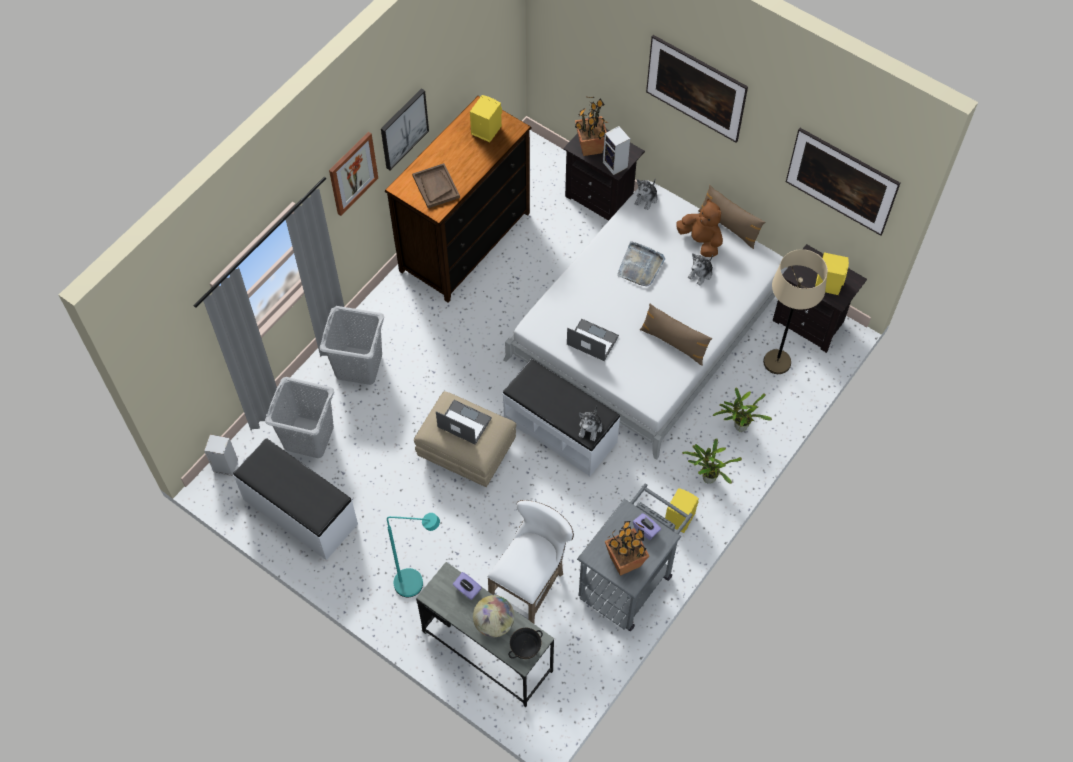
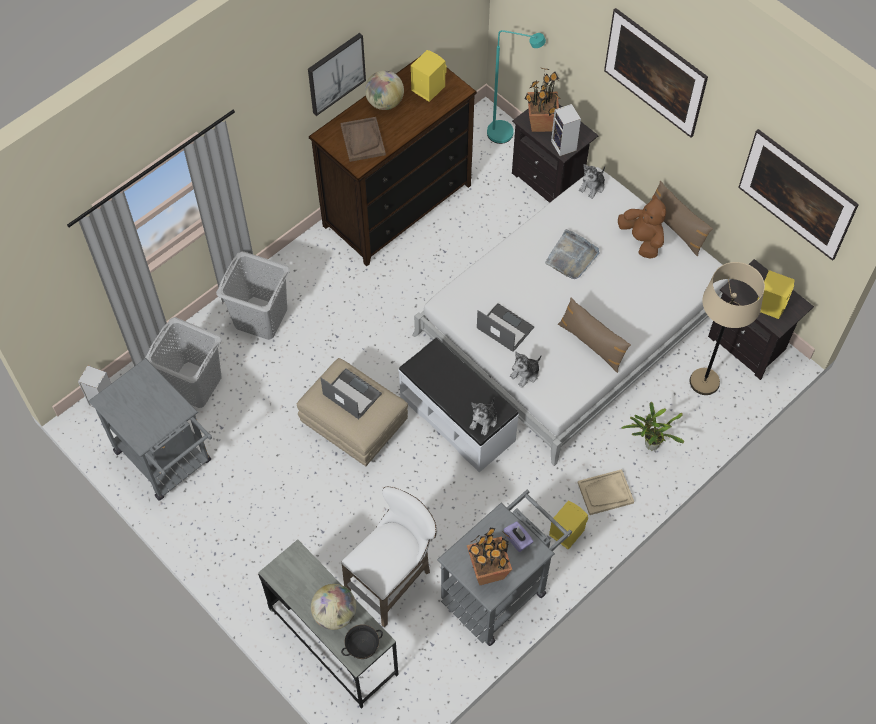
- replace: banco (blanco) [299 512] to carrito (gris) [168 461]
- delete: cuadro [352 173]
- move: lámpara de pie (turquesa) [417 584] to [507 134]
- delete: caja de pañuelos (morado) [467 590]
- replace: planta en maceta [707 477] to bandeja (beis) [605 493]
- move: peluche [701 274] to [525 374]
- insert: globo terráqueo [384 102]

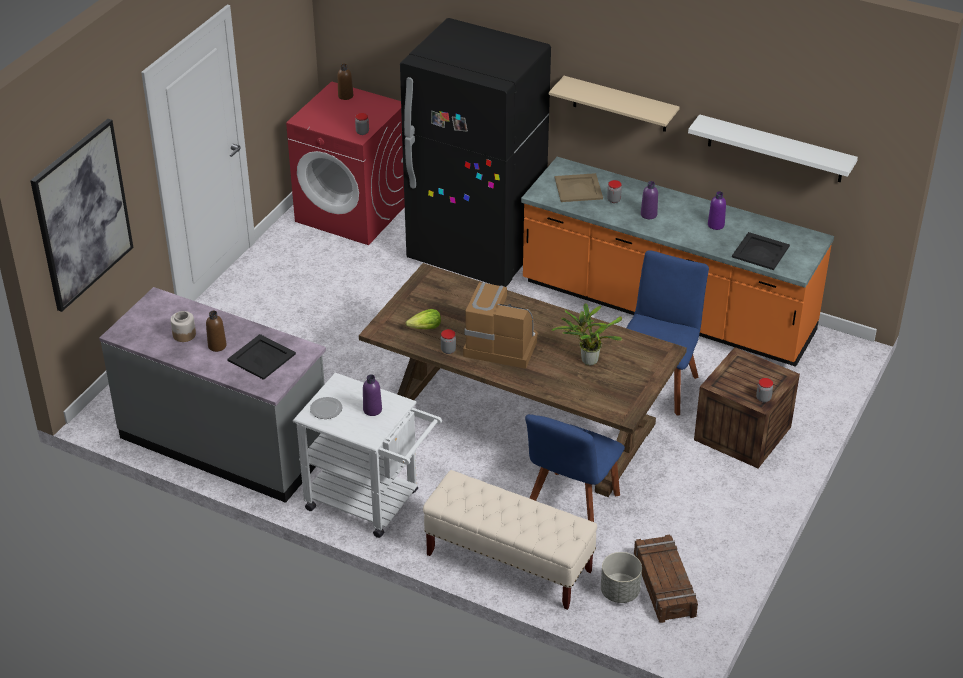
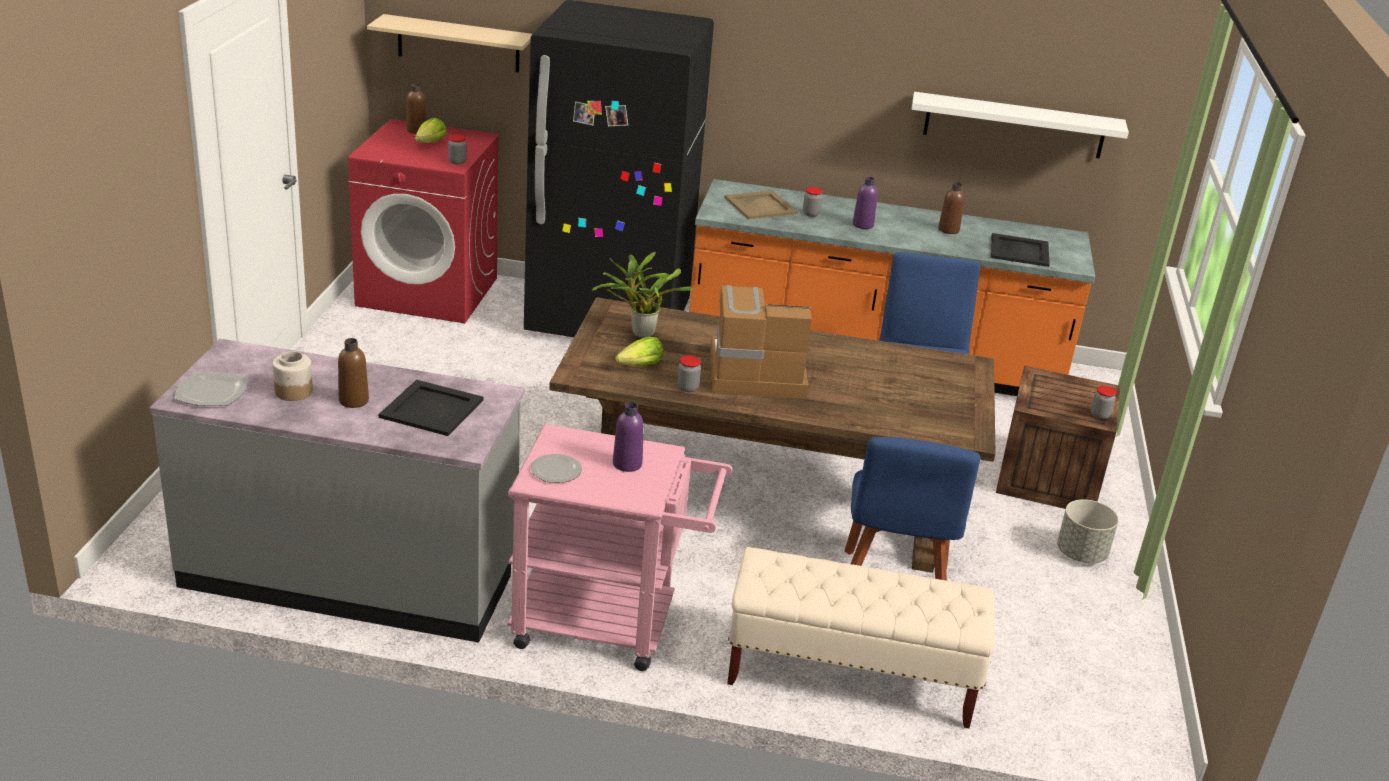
- delete: cuadro [82 214]
- recolor: carrito (blanco) [371 503] to carrito (rosa) [609 625]
- move: estante (beis) [620 104] to [458 44]
- move: planta en maceta [587 360] to [639 333]
- move: maceta (gris) [620 592] to [1081 554]
- delete: caja de embalaje [663 585]
- recolor: botella (morado) [716 225] to botella (marrón) [948 230]
- insert: plato [211 392]
- insert: lechuga [430 143]

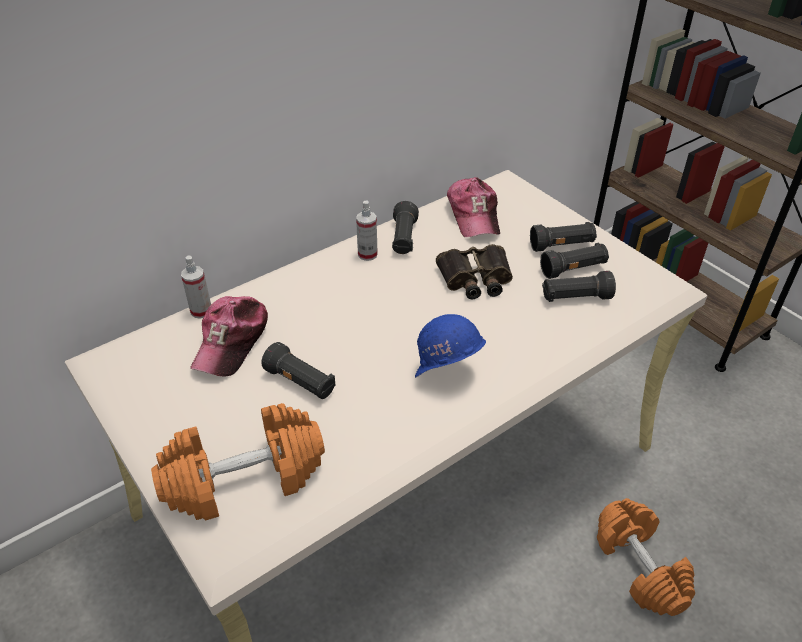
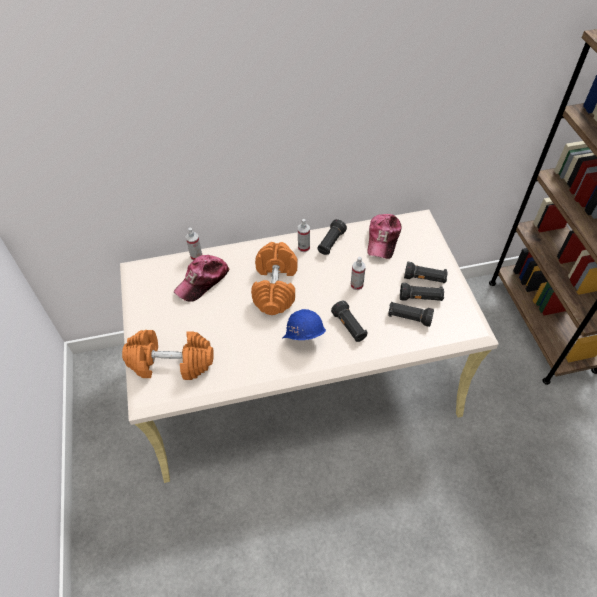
- move: linterna (negro) [301 383] to [349 327]
- replace: prismáticos [475 279] to pulverizador [356 285]
- move: mancuerna (naranja) [640 567] to [275 287]

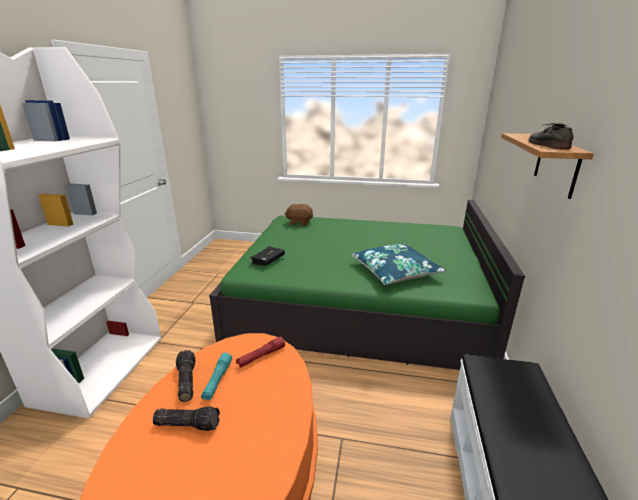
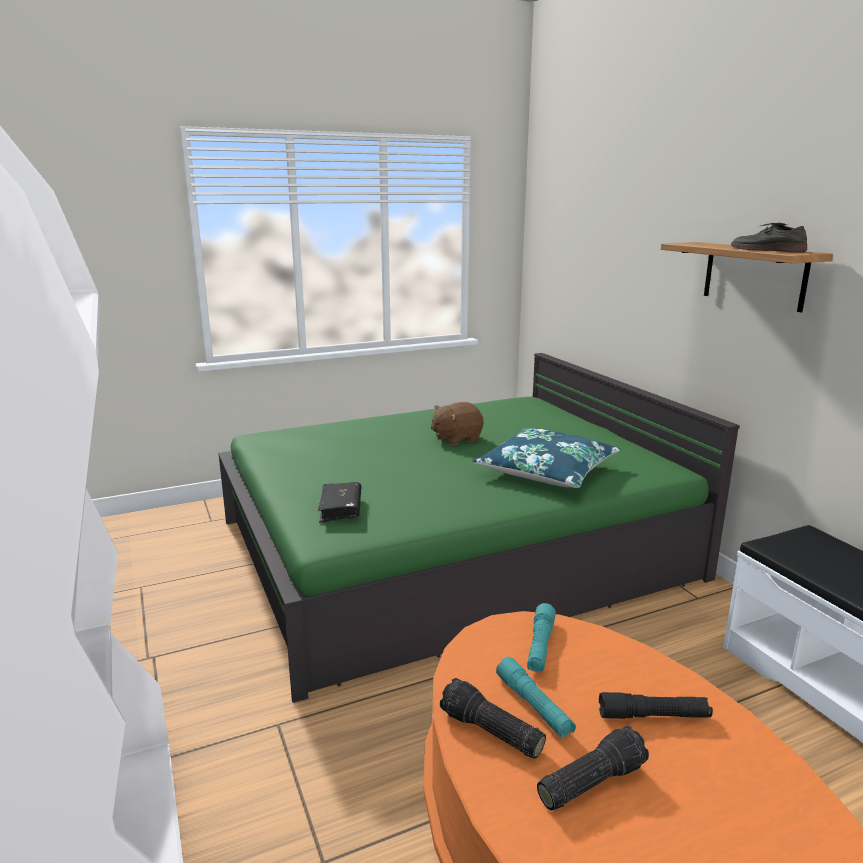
- recolor: linterna (rojo) [261 356] to linterna (turquesa) [540 646]
- move: peluche (marrón) [299 222] to [456 439]
- insert: linterna (negro) [653 716]

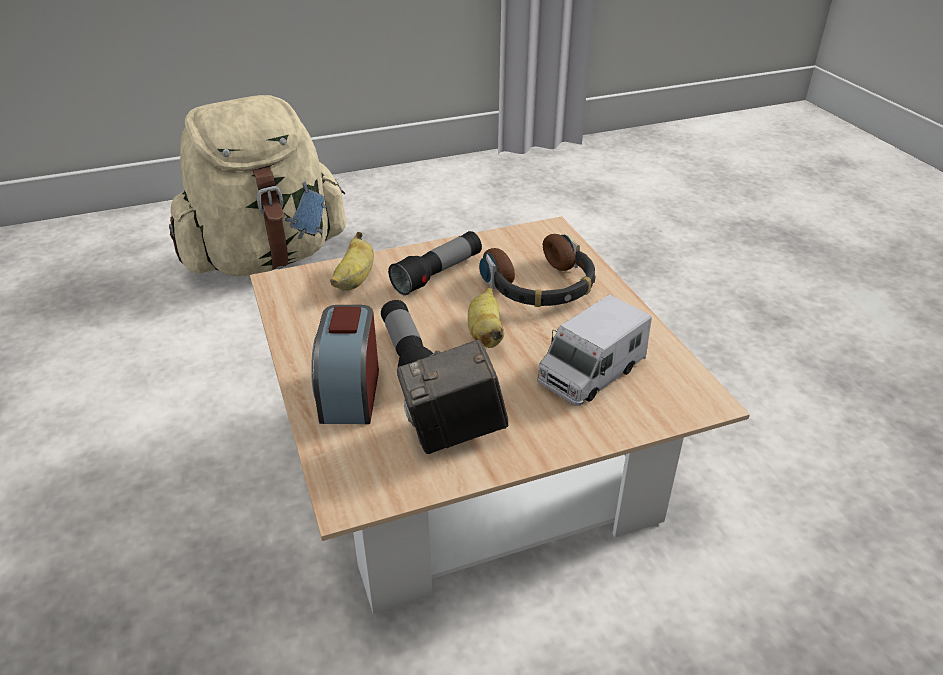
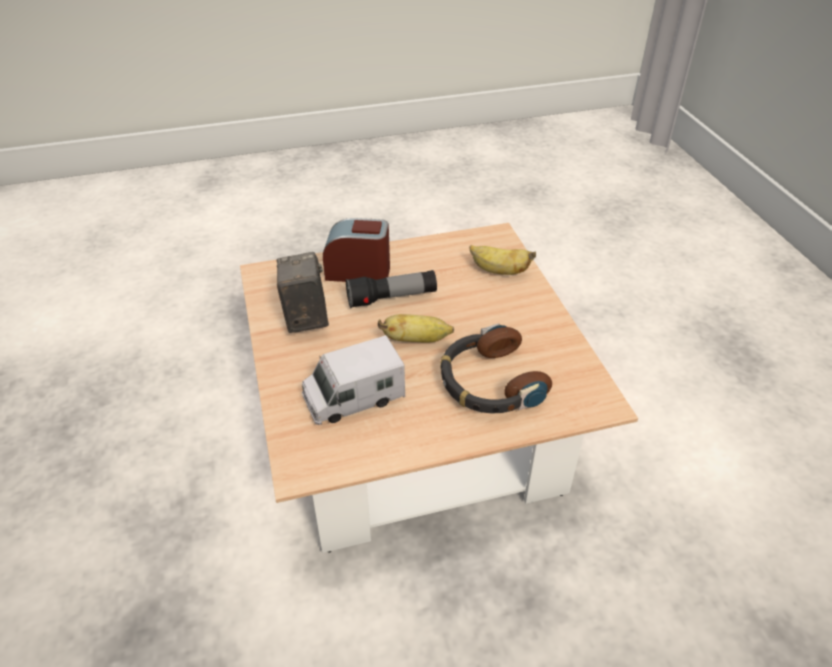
- delete: mochila (beis) [267 258]
- delete: linterna [438 274]
- rotate: camión de juguete [590 373] = [353 398] 75 degrees counterclockwise

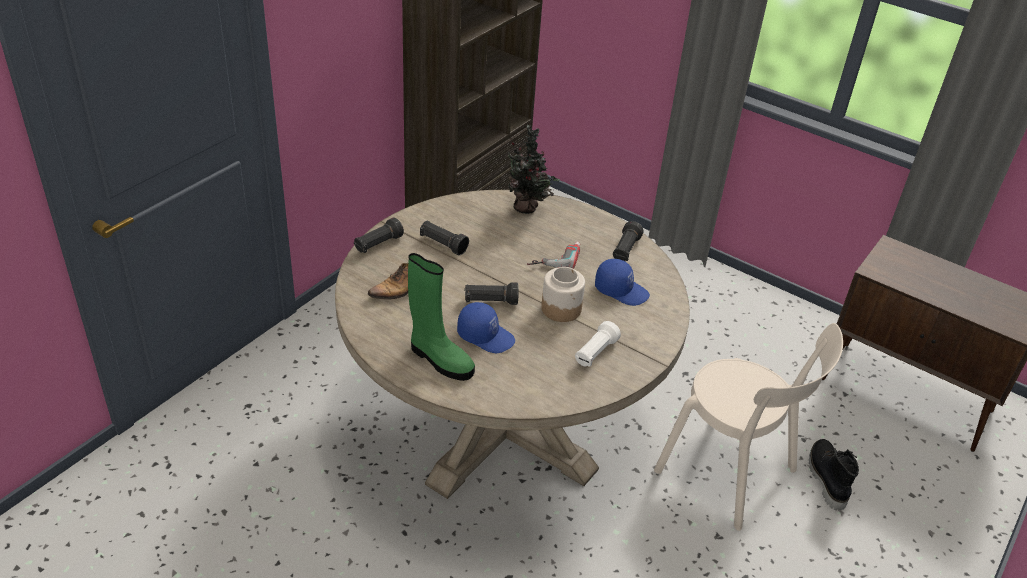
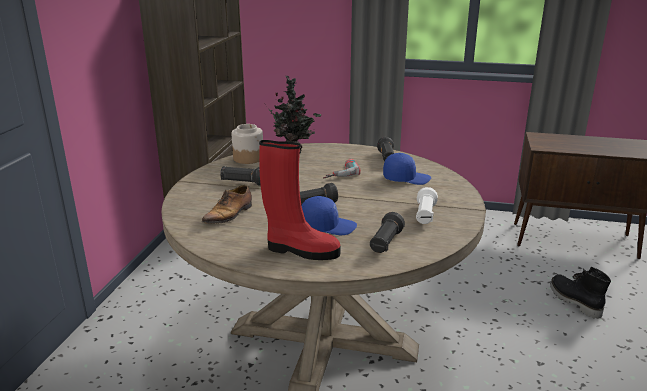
- move: linterna (negro) [378 244] to [385 243]
- recolor: bota (verde) [439 359] to bota (rojo) [301 250]
- move: tarro [561 308] to [248 158]
- delete: silla (beis) [731 474]

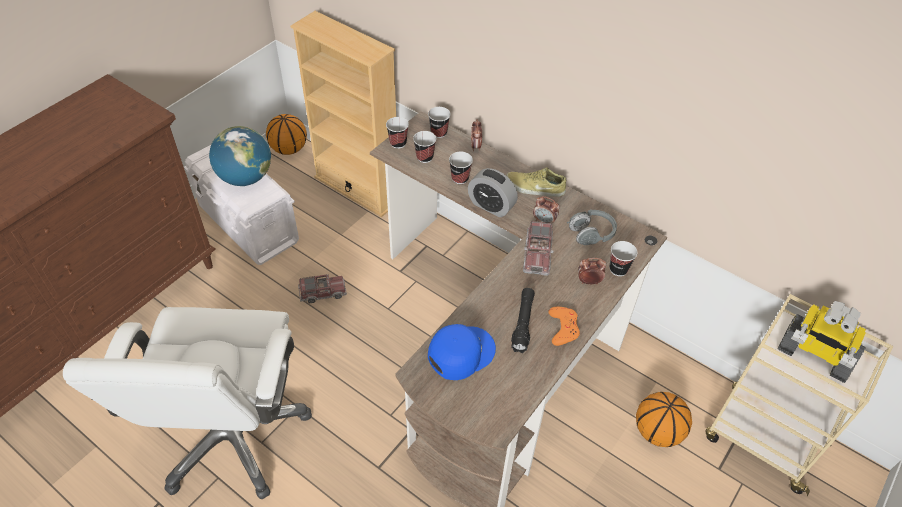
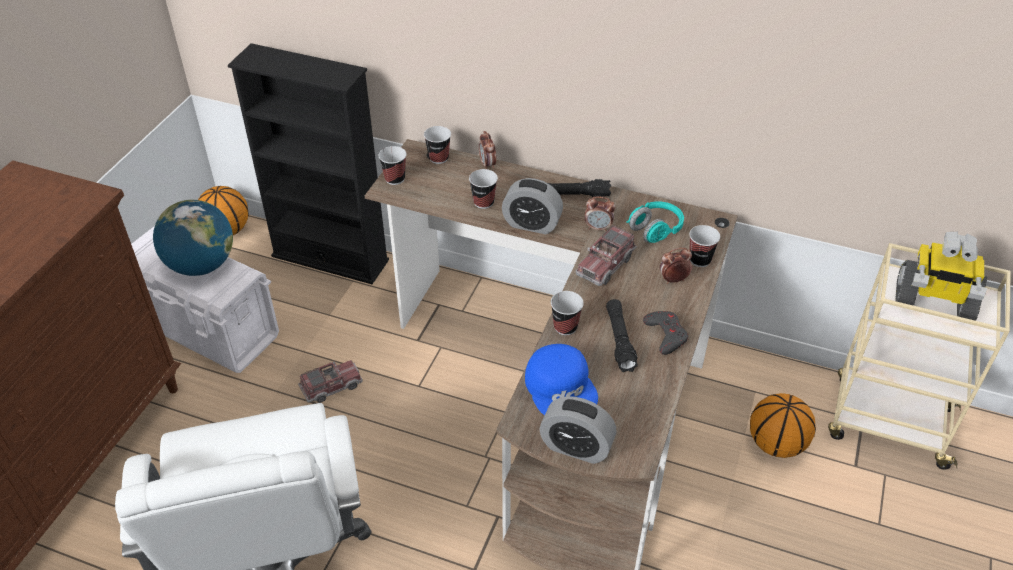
- recolor: estantería (beis) [357 188] to estantería (negro) [330 258]
- move: taza [424 157] to [565 327]
- rotate: gorra (azul) [460 352] = [562 388] 120 degrees clockwise
- replace: zapato (beis) [534 188] to linterna (negro) [573 195]
- rotate: camión de juguete [537 255] = [605 265] 45 degrees clockwise
- recolor: mando de consola (naranja) [563 328] to mando de consola (gris) [666 334]
- recolor: auriculares (gris) [591 234] to auriculares (turquesa) [655 230]
- insert: despertador [576 447]

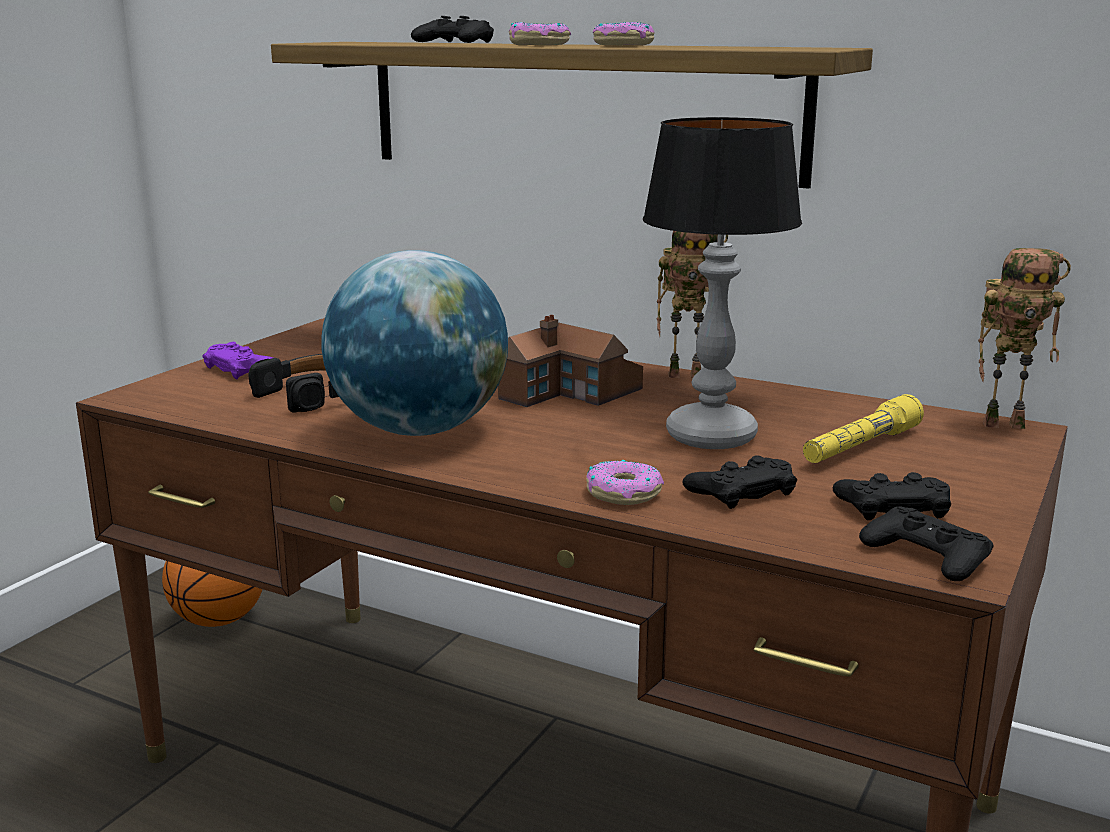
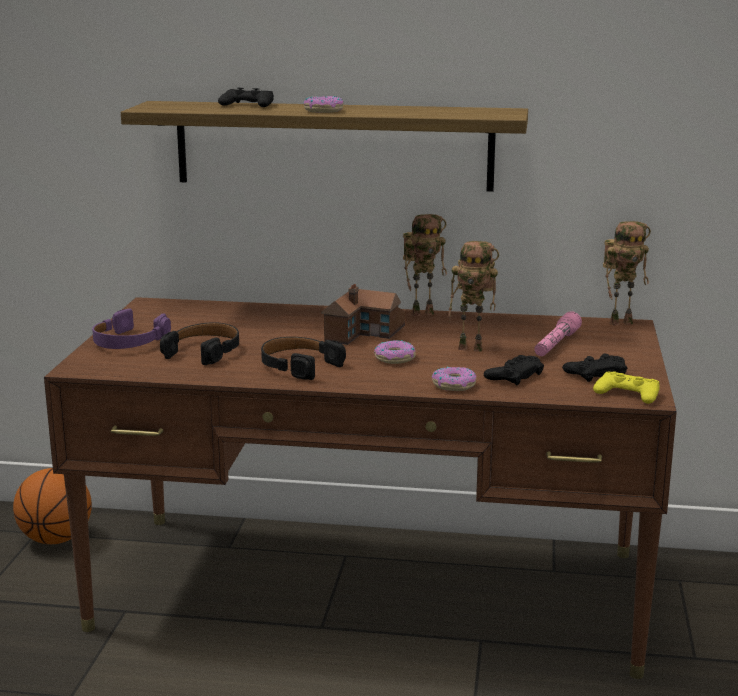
- replace: mando de consola (morado) [242 369] to auriculares (morado) [128 341]
- replace: globo terráqueo [420 430] to auriculares (negro) [299 366]
- move: rosquilla [623 45] to [395 358]
- replace: lámpara de mesa [713 436] to robot de juguete [472 348]
- recolor: linterna (amarillo) [860 447] to linterna (rosa) [556 344]
- recolor: mando de consola (negro) [926 555] to mando de consola (amarillo) [628 394]

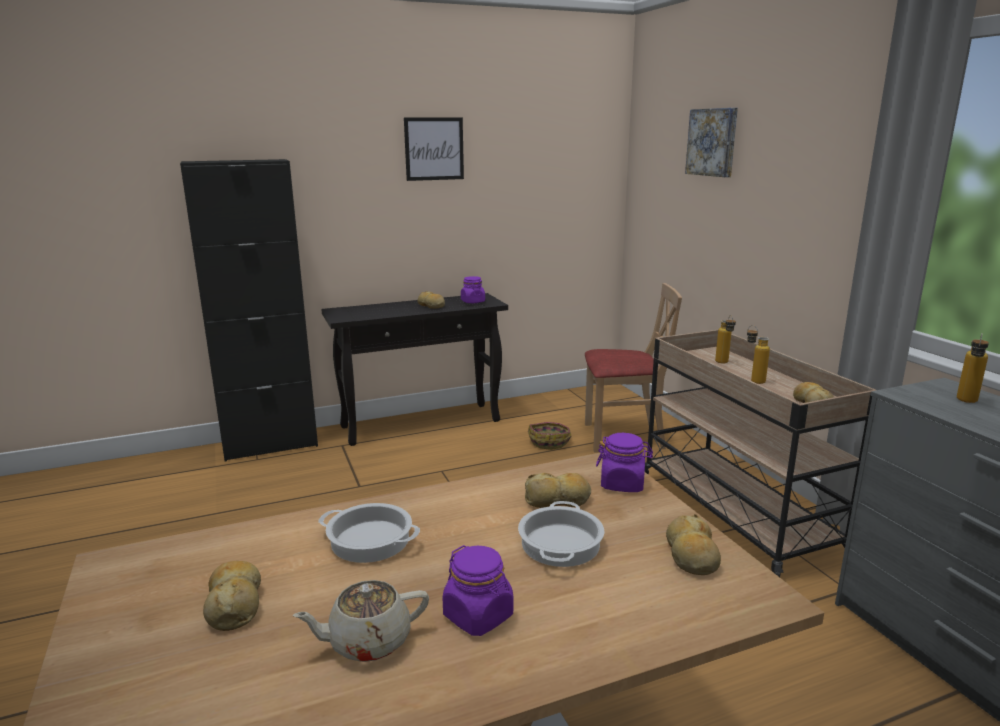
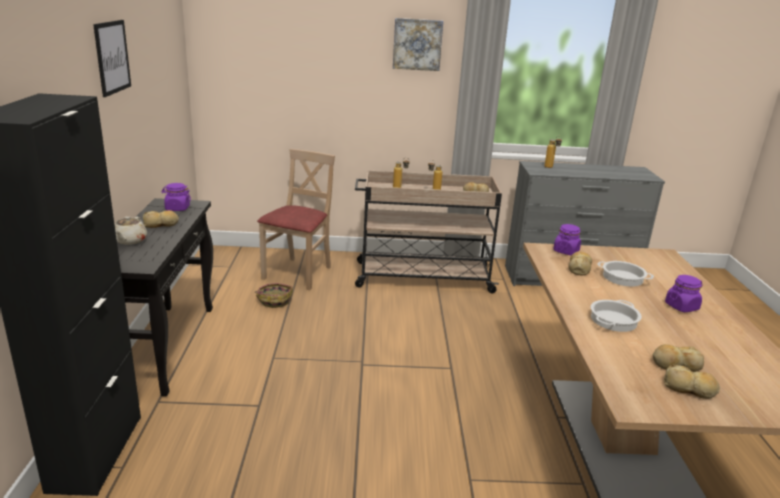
- move: tetera (beis) [367 641] to [130 241]
- move: pan [691 555] to [689 389]
- move: cuadro [713 142] to [417 44]

